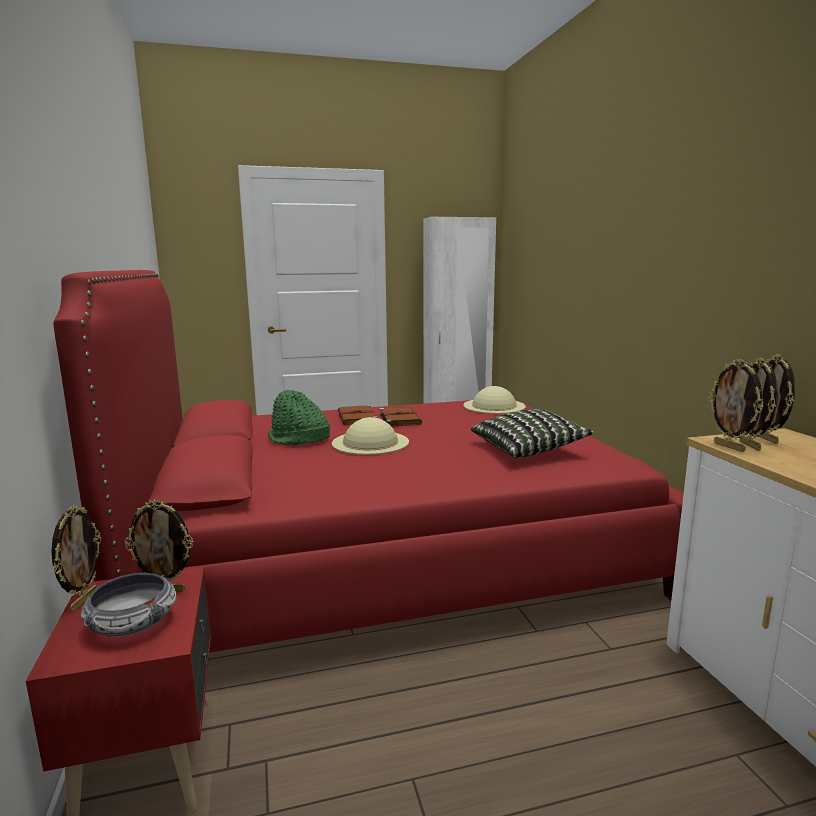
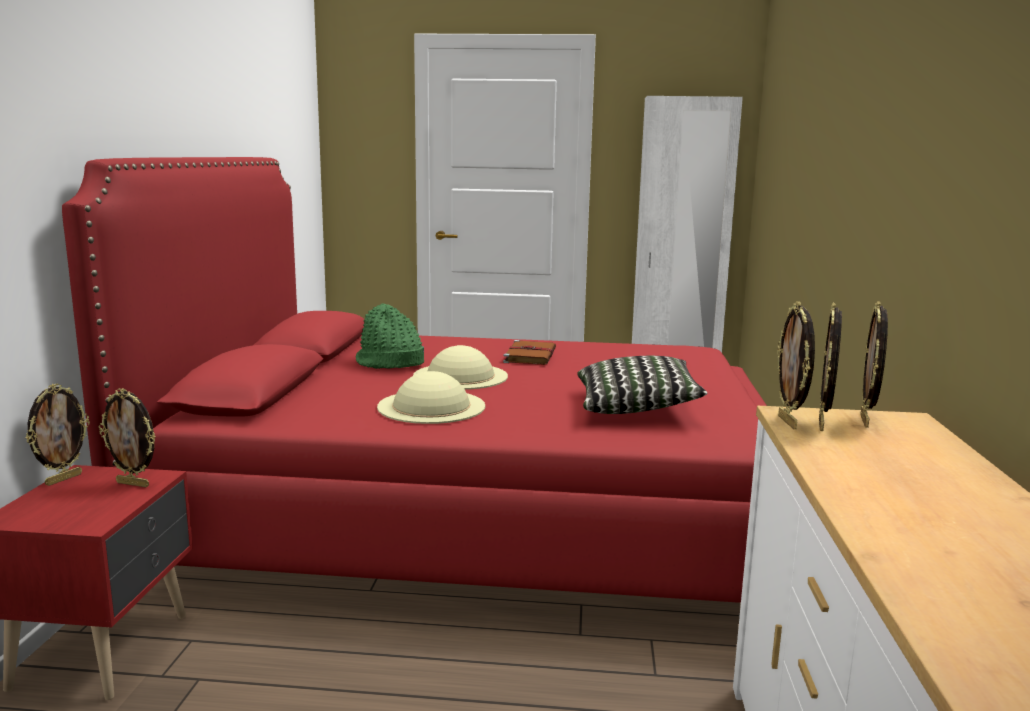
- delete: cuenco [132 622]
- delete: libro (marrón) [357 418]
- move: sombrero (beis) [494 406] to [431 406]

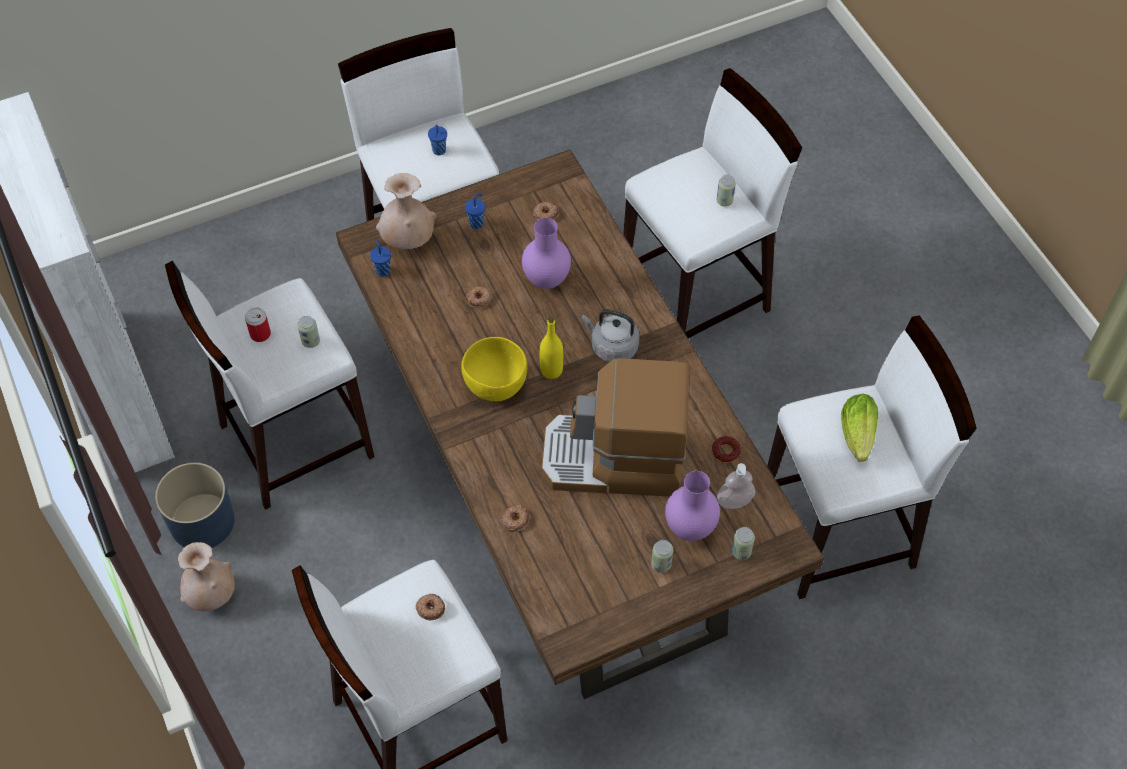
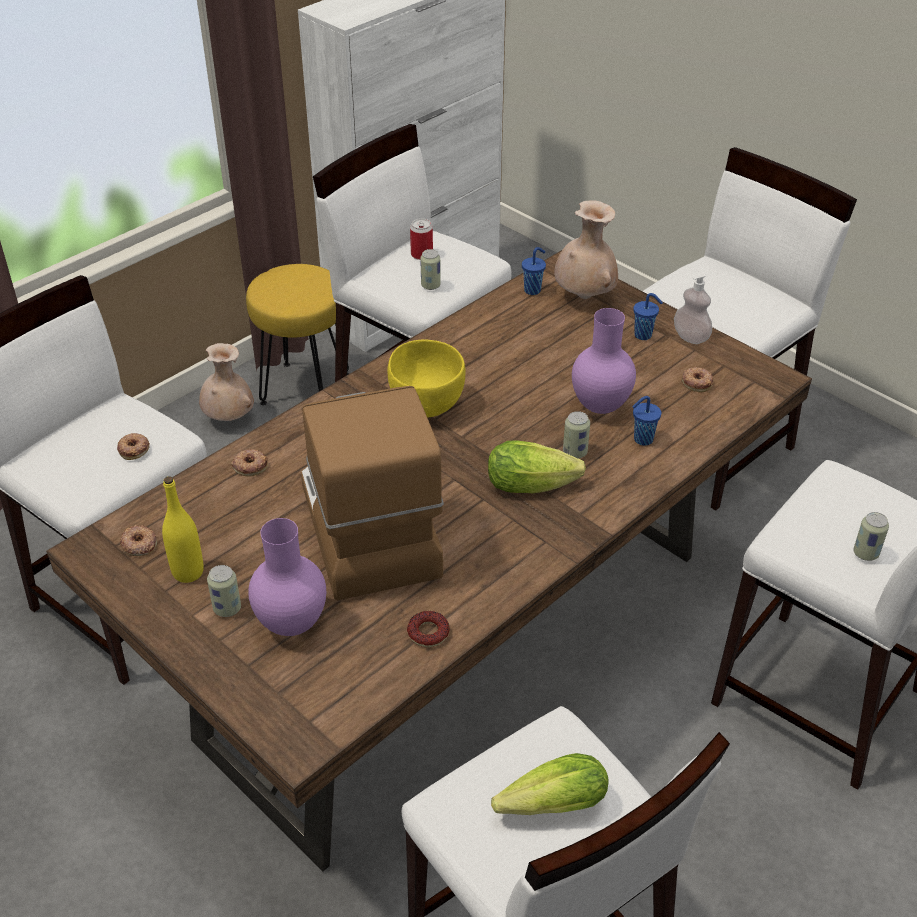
- replace: maceta (azul) [202 522] to taburete (amarillo) [304 389]
- move: taza (azul) [439 151] to [642 440]
- move: rosquilla [479 299] to [139 544]
- move: botella (amarillo) [551 370] to [188 572]
- replace: hervidor (gris) [612 347] to lechuga [535 485]
- move: dispensador de jabón [734 501] to [690 337]
- move: lata [741 552] to [575 452]

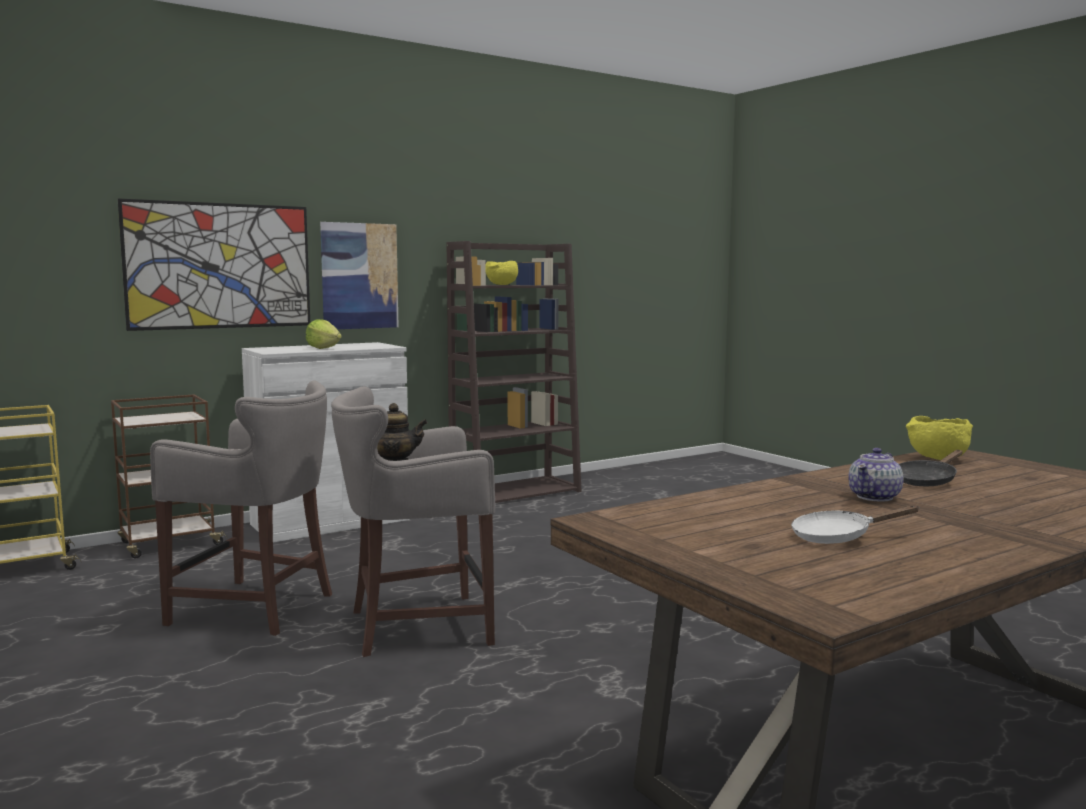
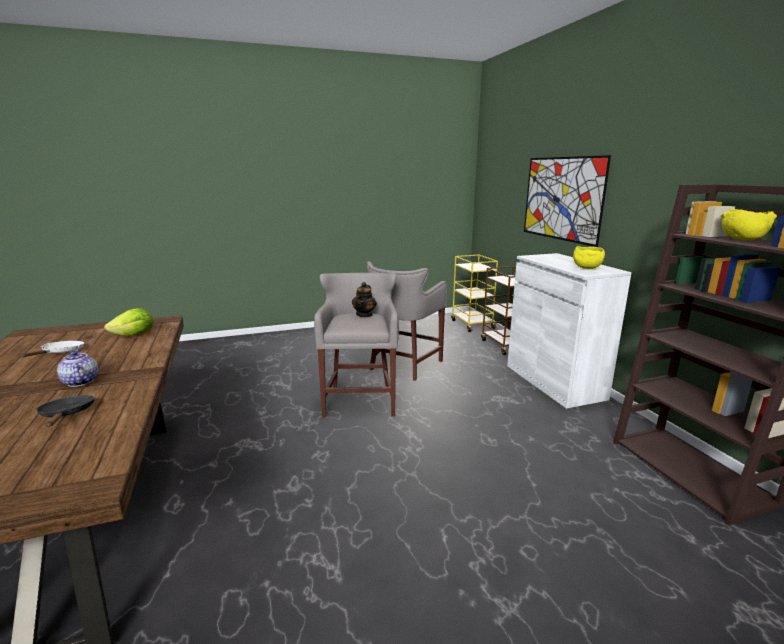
- move: lechuga [323 348] to [134 335]
- delete: cuadro [359 276]
- move: cuenco (amarillo) [937 459] to [586 268]

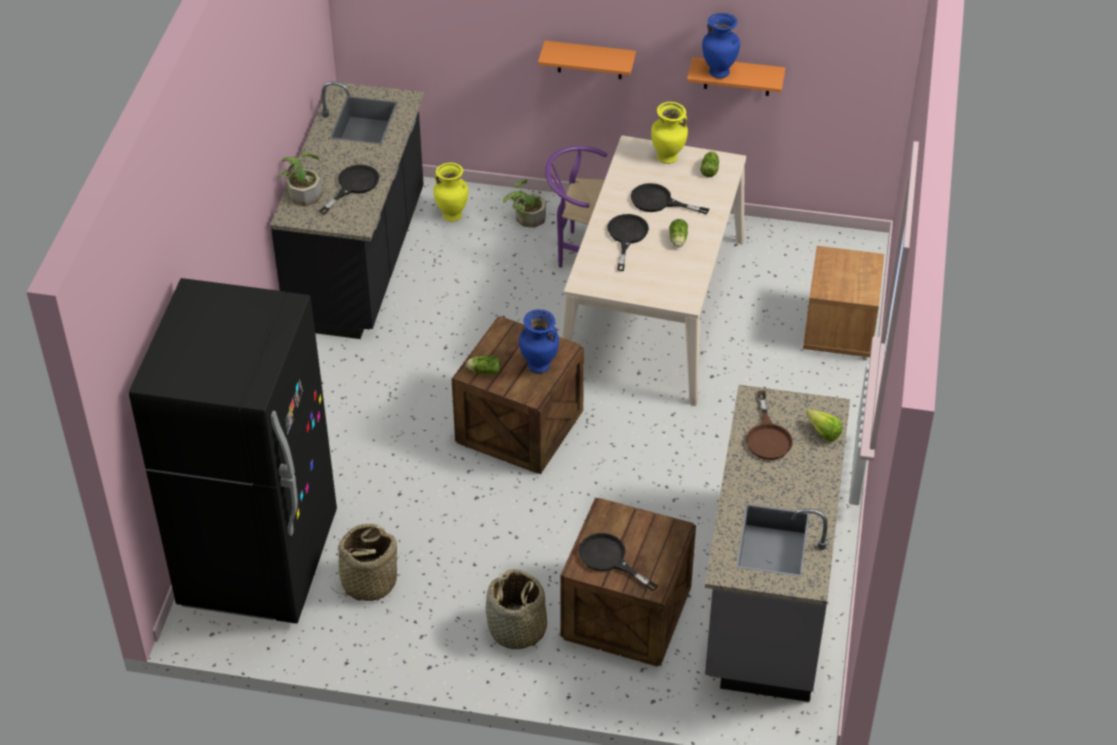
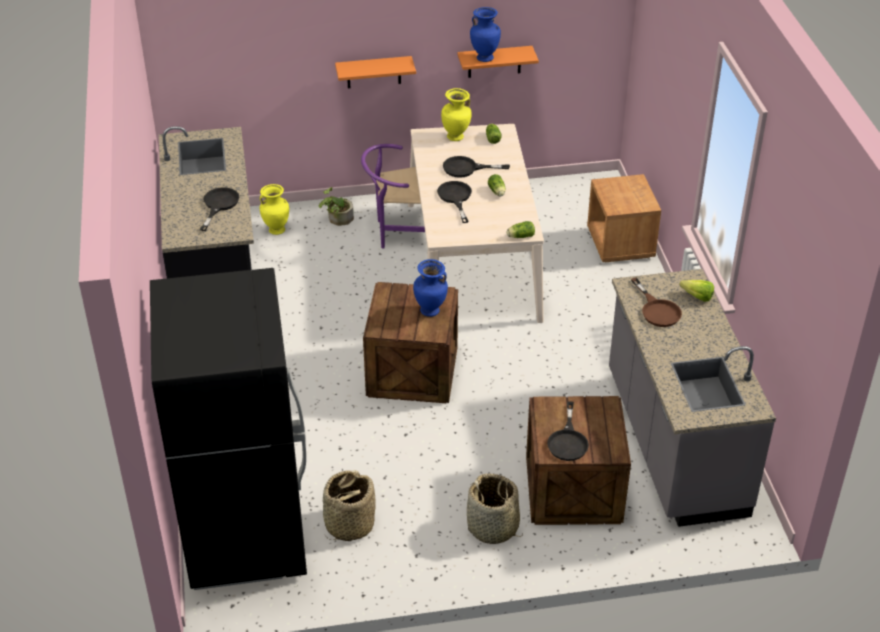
- delete: planta en maceta [302 192]
- move: lechuga [483 371] to [520 236]
- rotate: sartén (negro) [609 559] = [568 441] 105 degrees counterclockwise

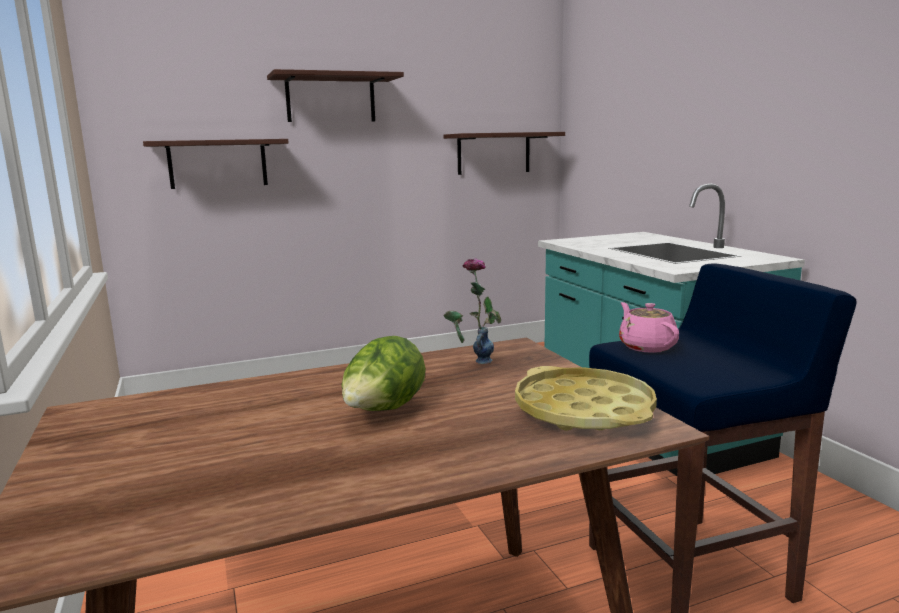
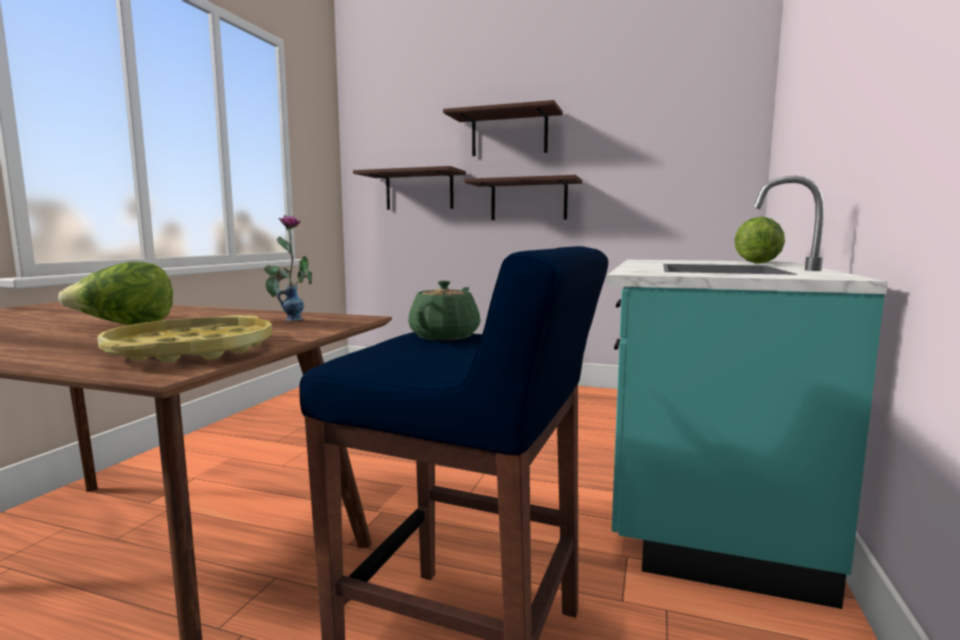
- move: estante [493 153] to [528 200]
- recolor: tetera (rosa) [646 346] to tetera (verde) [445 336]
- insert: lechuga [757 263]

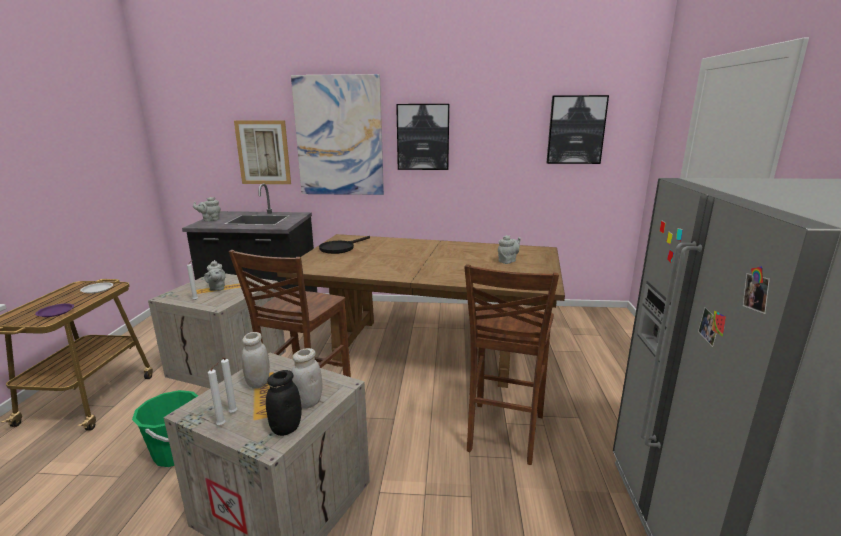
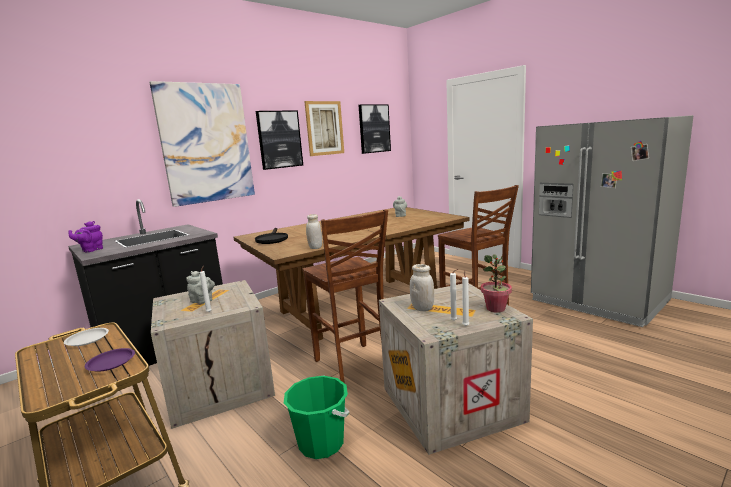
- recolor: tetera (gris) [210 220] to tetera (morado) [91 250]
- move: cuadro [263 152] to [324 128]
- replace: tarro (negro) [286 428] to planta en maceta [496 309]
- move: tarro (blanco) [308 402] to [315 247]

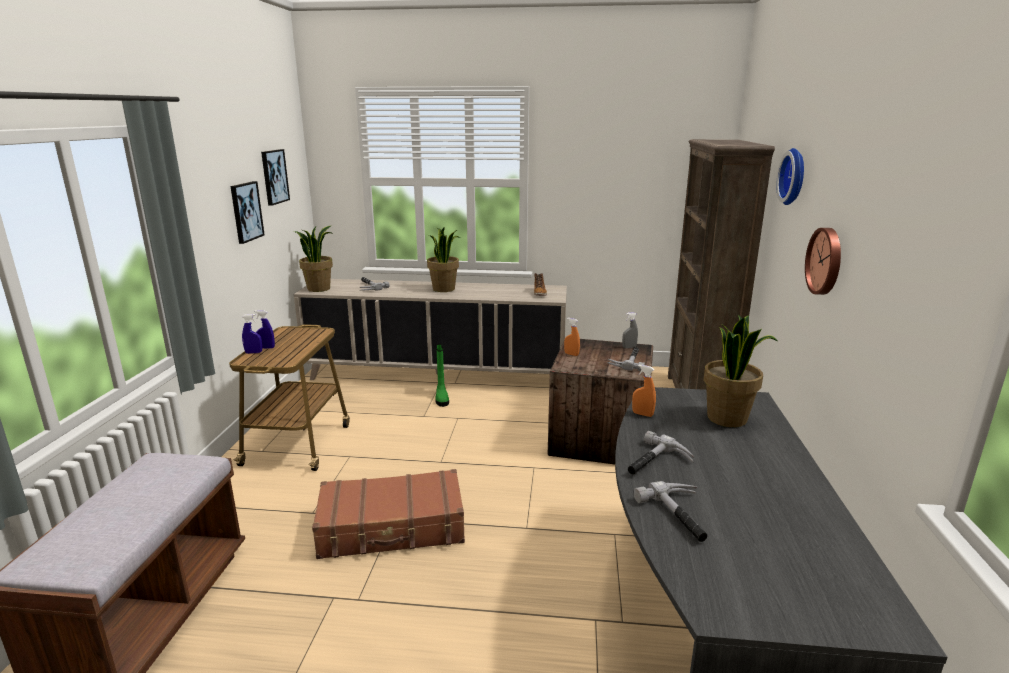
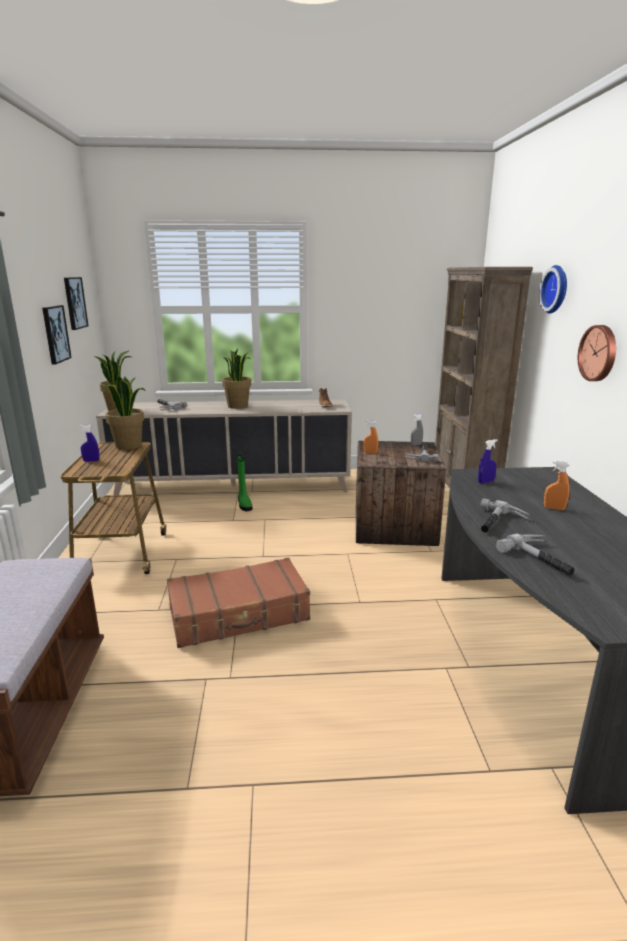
- move: pulverizador (azul) [253 352] to [485 482]
- move: pulverizador (naranja) [642 414] to [554 508]
- move: planta en maceta [728 418] to [129 446]

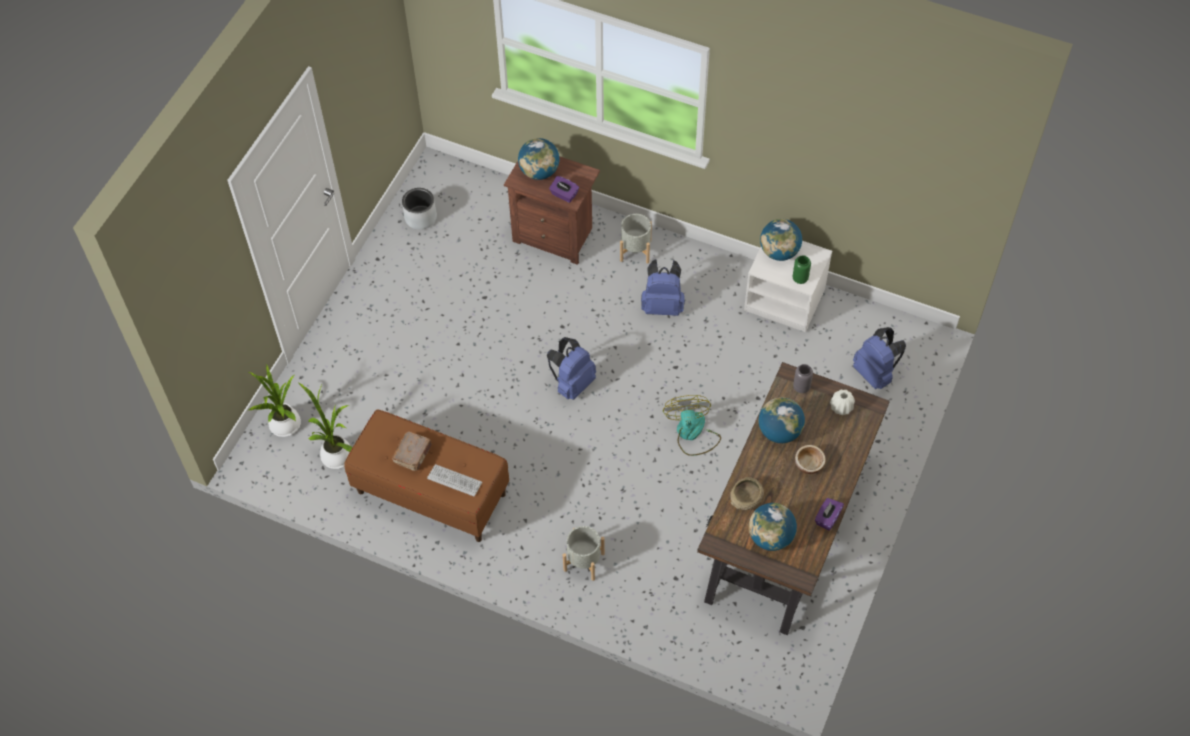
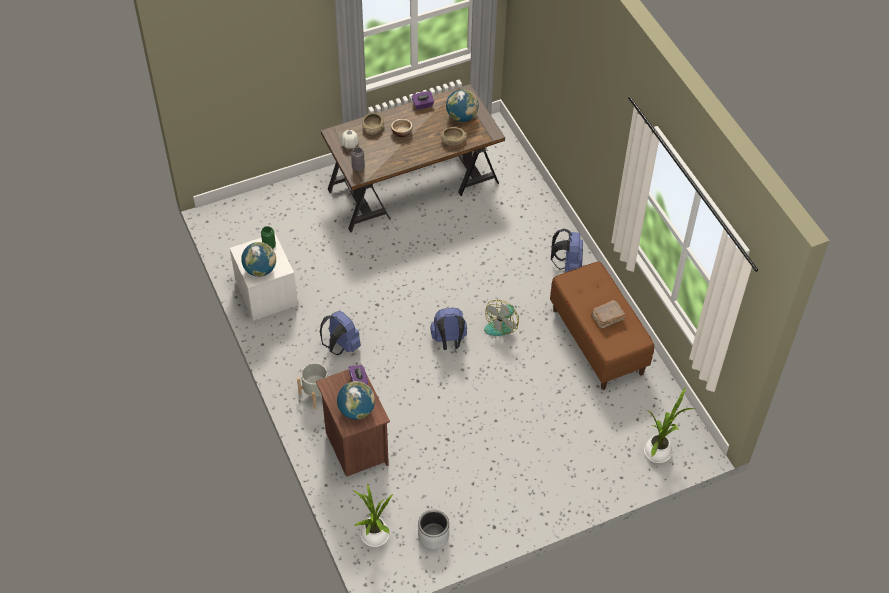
- move: planta en maceta [335 453] to [374 537]
- delete: teclado [454 480]
- delete: maceta (gris) [584 562]
- move: ventilador [692 433] to [502 324]
- delete: globo terráqueo [779 431]
- move: mochila (azul) [875 373] to [568 265]
- insert: cuenco (beis) [373 127]

